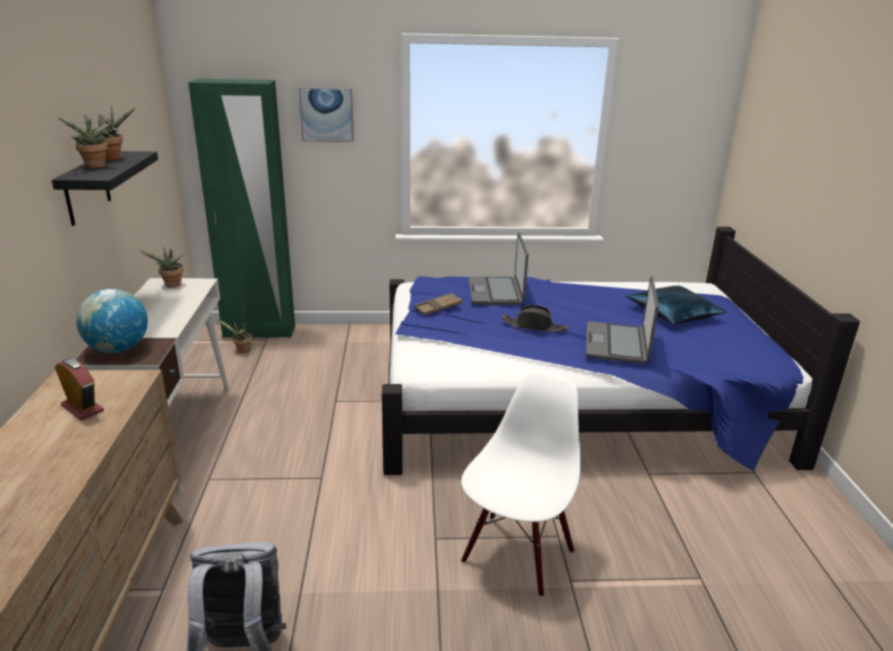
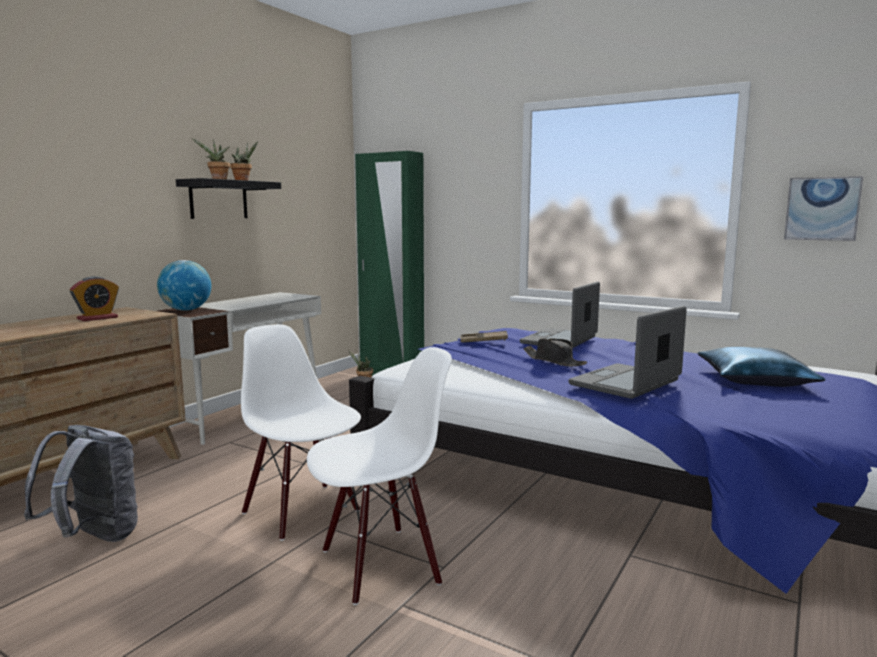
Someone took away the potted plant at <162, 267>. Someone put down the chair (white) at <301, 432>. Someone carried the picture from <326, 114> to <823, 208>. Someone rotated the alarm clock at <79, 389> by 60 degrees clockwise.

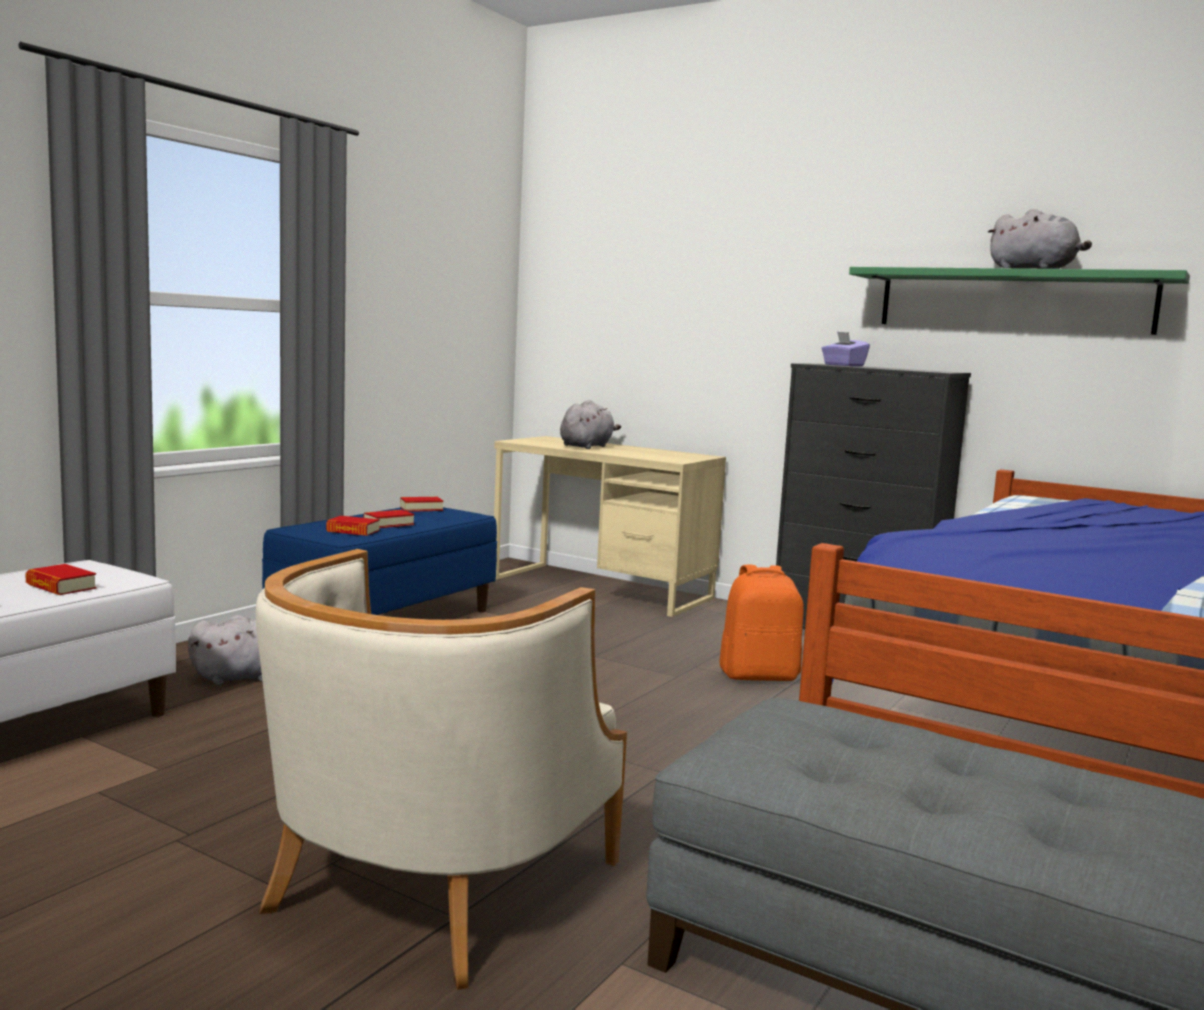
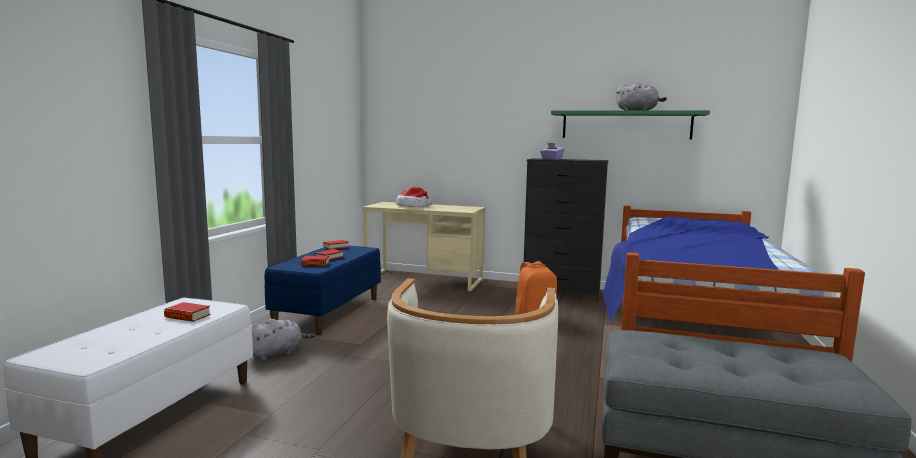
Someone swapped the plush toy (grey) at <590, 424> for the hat at <414, 197>.

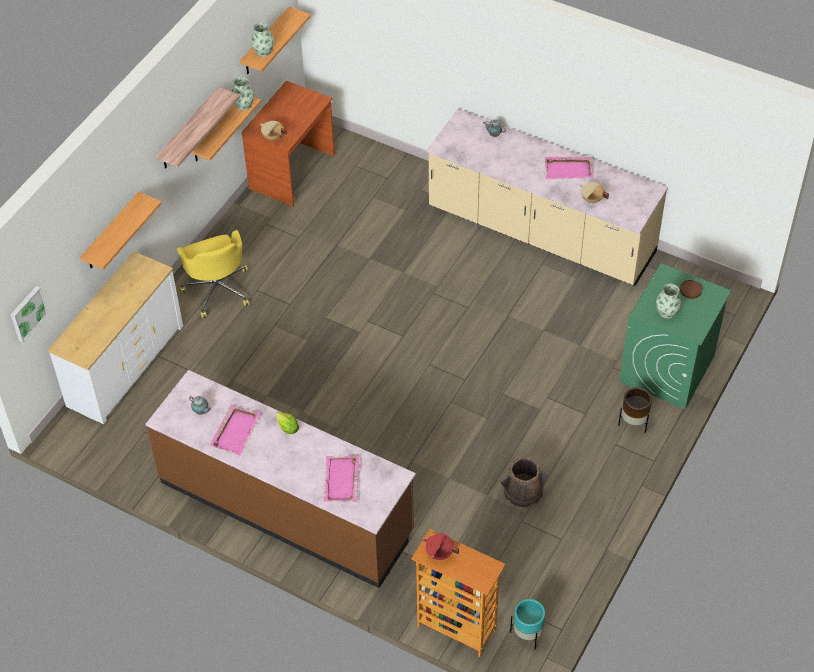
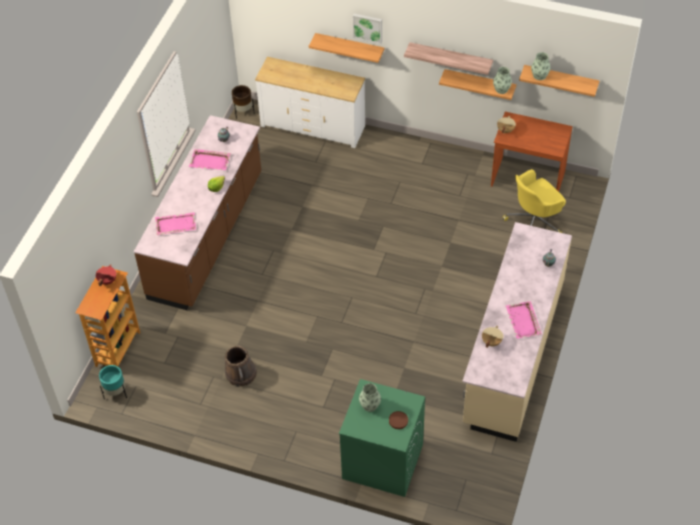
Someone carried the picture from <29, 314> to <367, 29>. Someone carried the office chair (yellow) from <212, 274> to <534, 201>. Someone carried the planter (brown) from <635, 410> to <243, 102>.

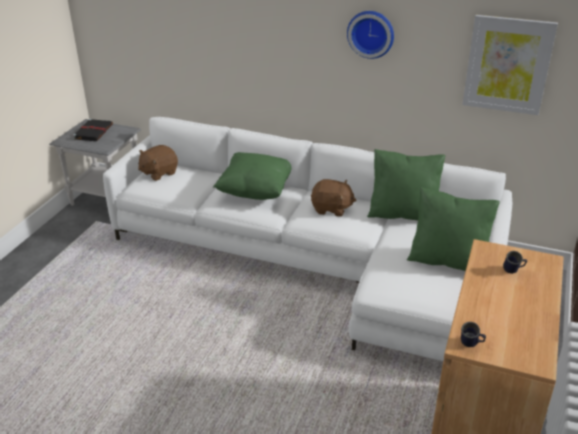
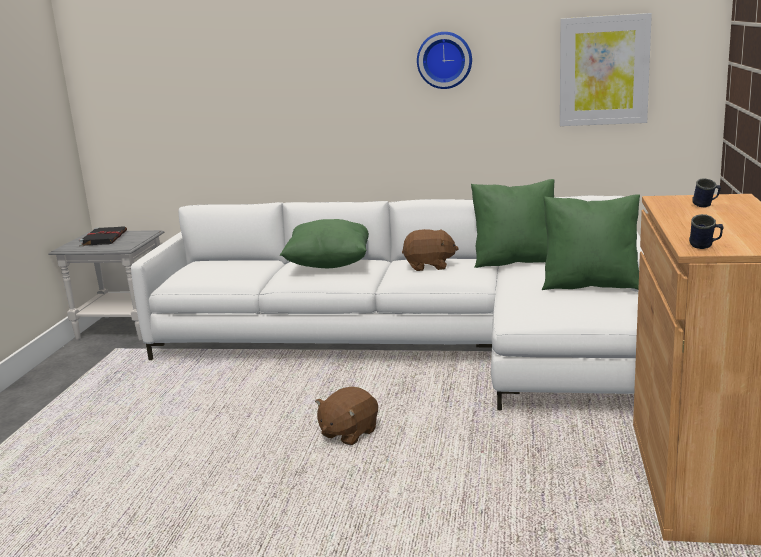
Someone carried the plush toy (brown) from <158, 163> to <346, 416>.

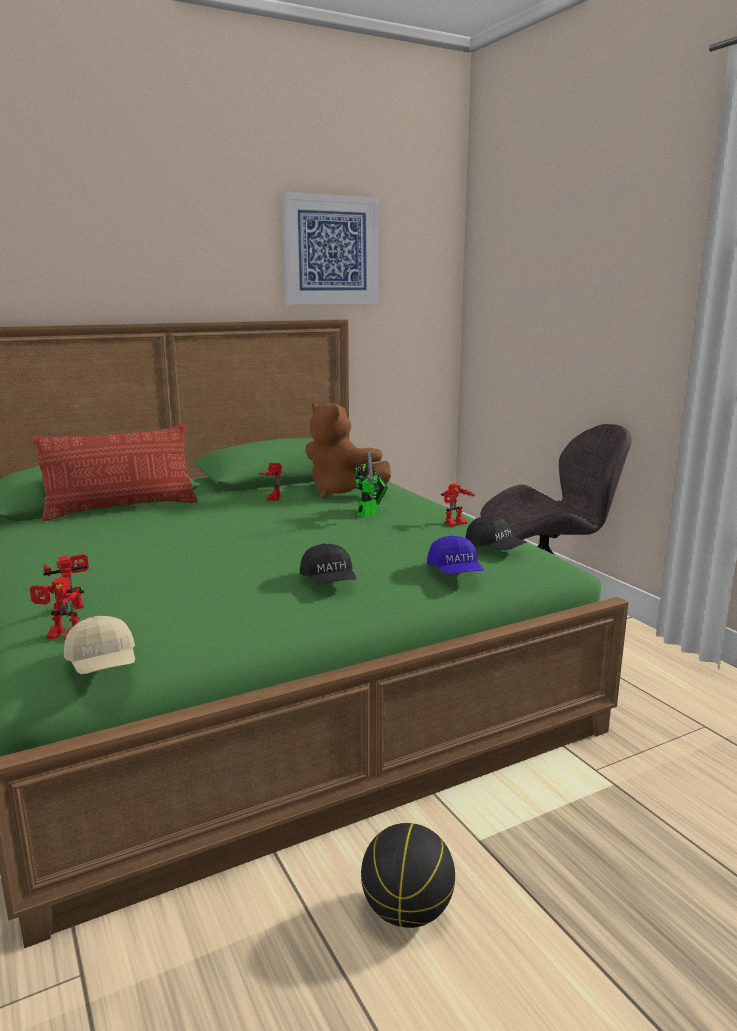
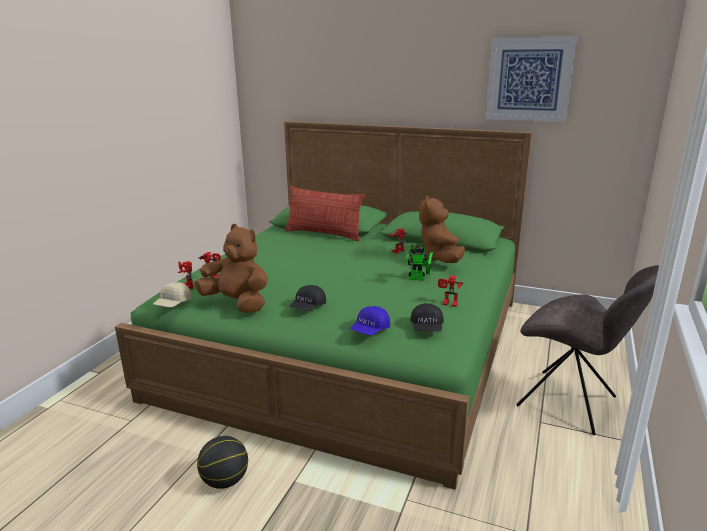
Someone put down the plush toy (brown) at <231, 268>.

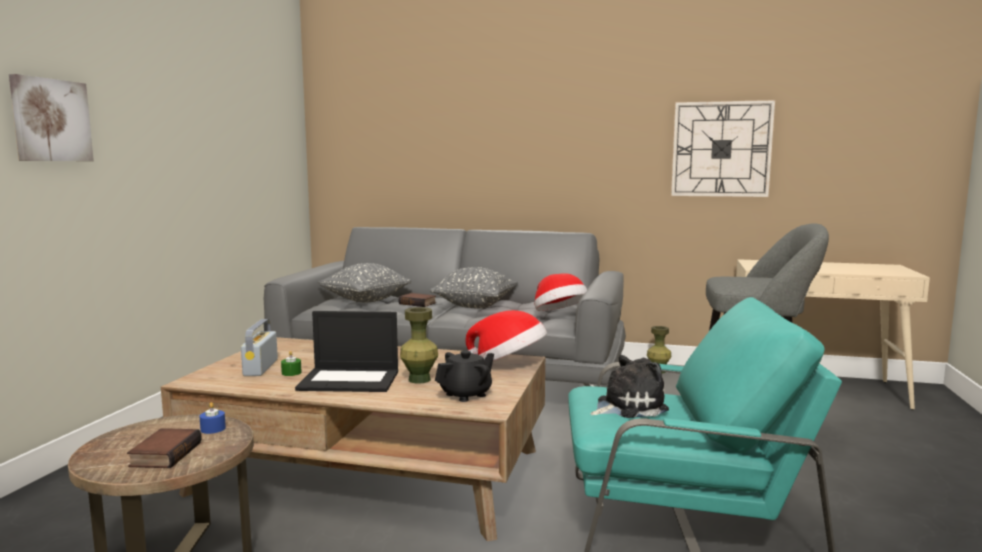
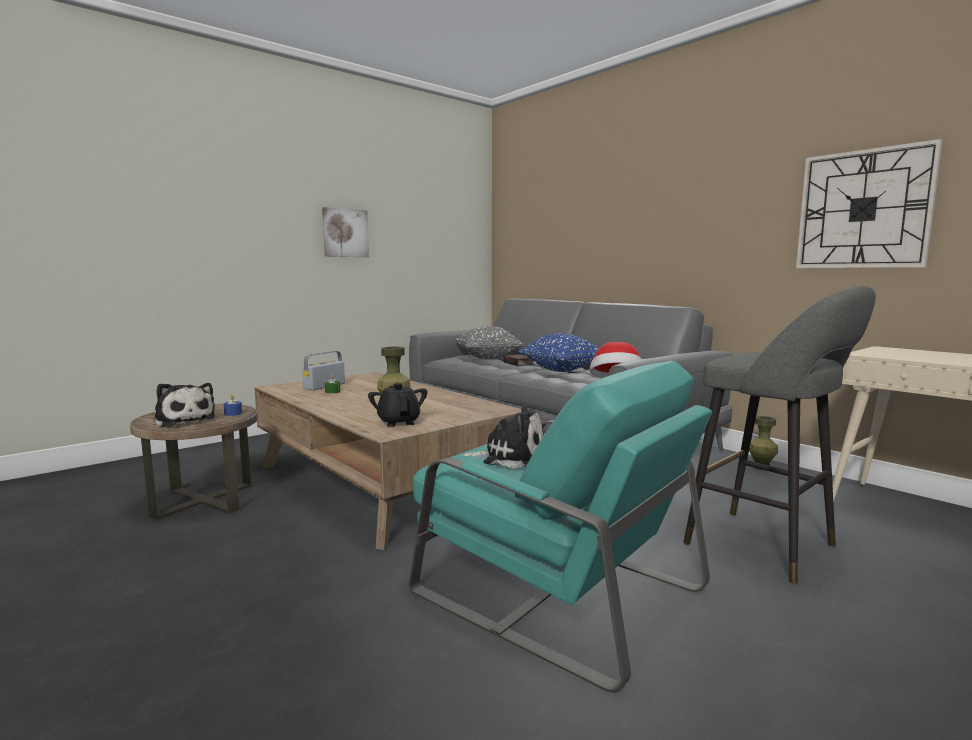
Someone took away the laptop at <346, 351>. Someone took away the hat at <506, 335>. Someone carried the picture from <51, 117> to <345, 232>. Someone swapped the book at <164, 448> for the plush toy at <184, 405>. Someone repainted the pillow (grey) at <474, 287>, which became the pillow (blue) at <558, 353>. Someone rotated the teapot (black) at <464, 376> by 105 degrees counterclockwise.

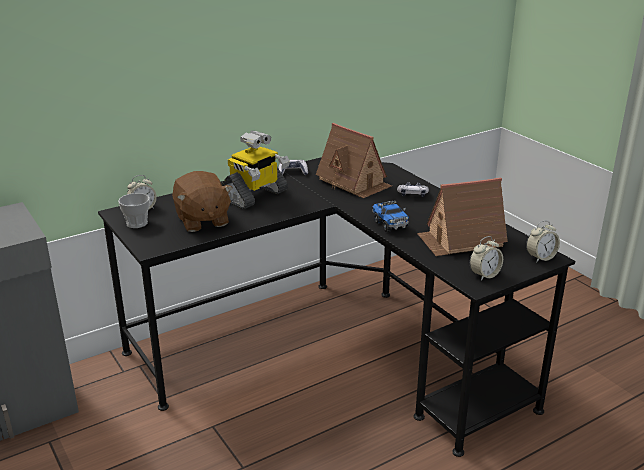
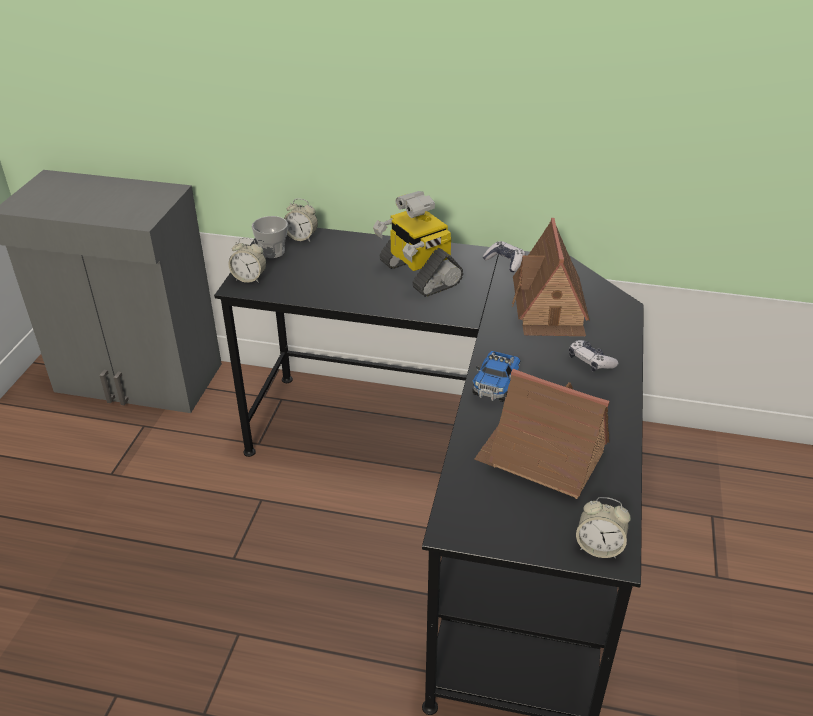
Someone took away the plush toy (brown) at <202, 201>. Someone carried the alarm clock from <486, 258> to <247, 260>. Someone rotated the toy robot at <256, 170> by 60 degrees clockwise.

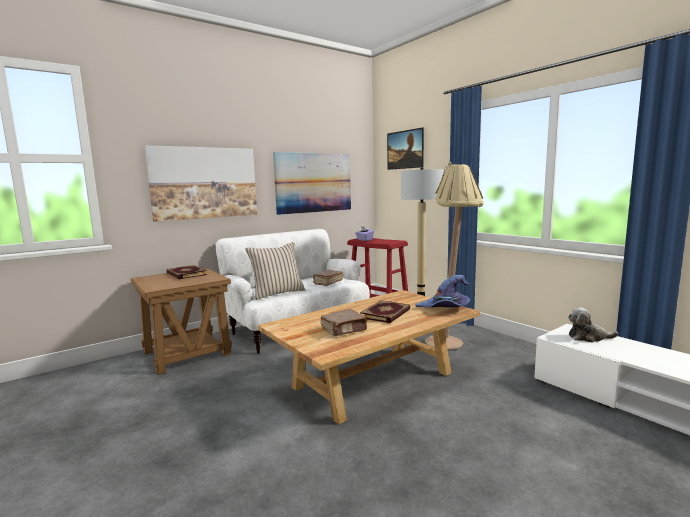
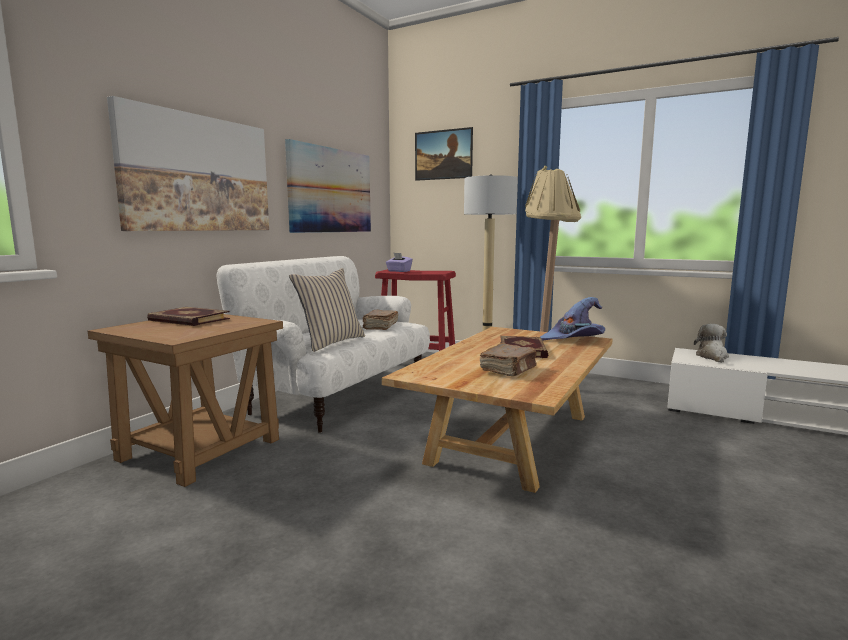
Someone rotated the plush toy at <593, 324> by 120 degrees clockwise.

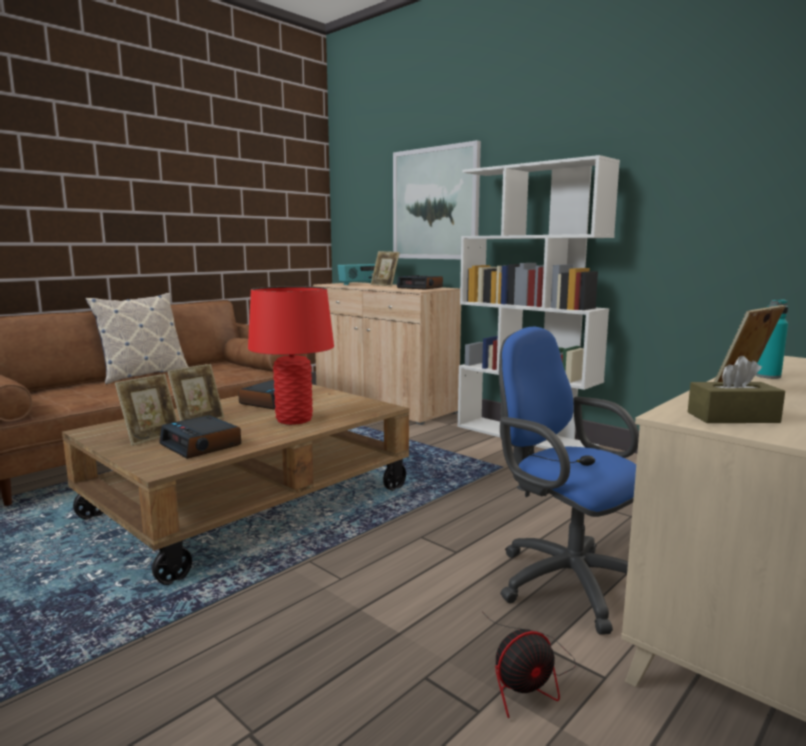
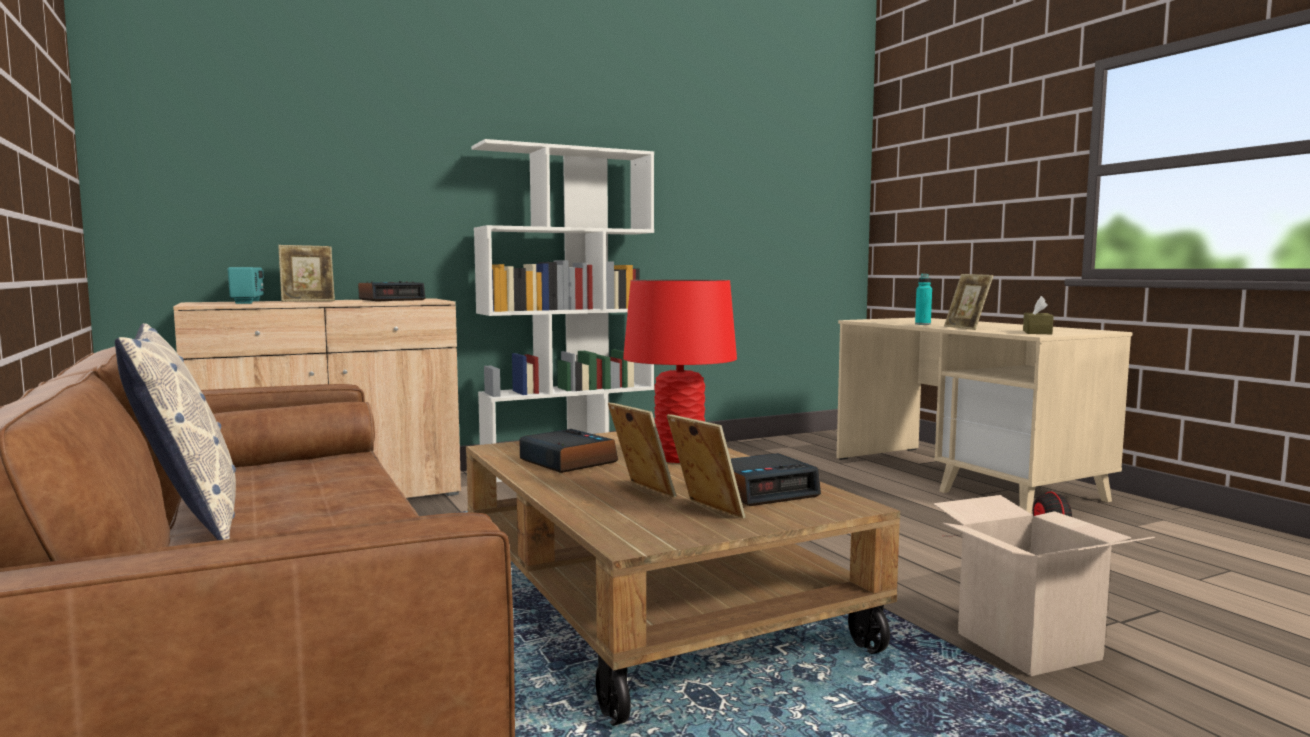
Someone took away the picture at <437, 199>. Someone took away the office chair (blue) at <569, 481>. Someone put down the cardboard box at <1044, 585>.

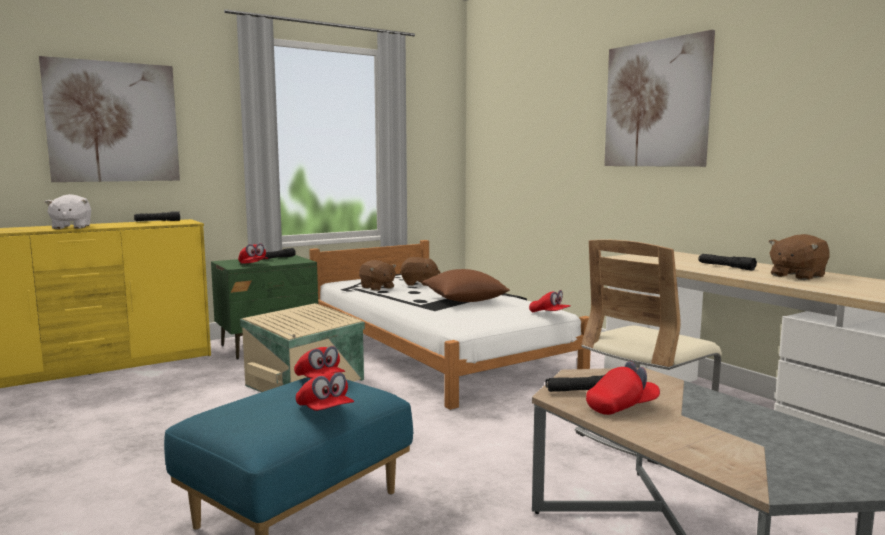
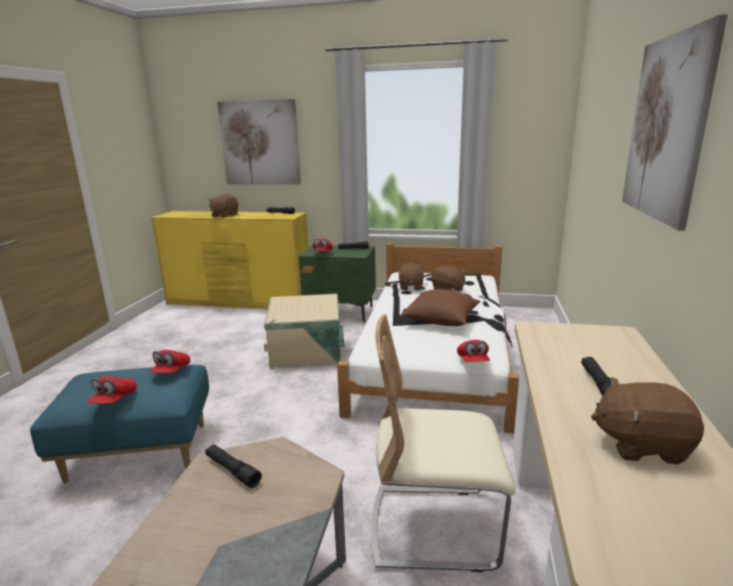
Someone took away the cap (red) at <623, 388>. Someone repainted the plush toy (white) at <68, 211>, which became the plush toy (brown) at <223, 206>.

